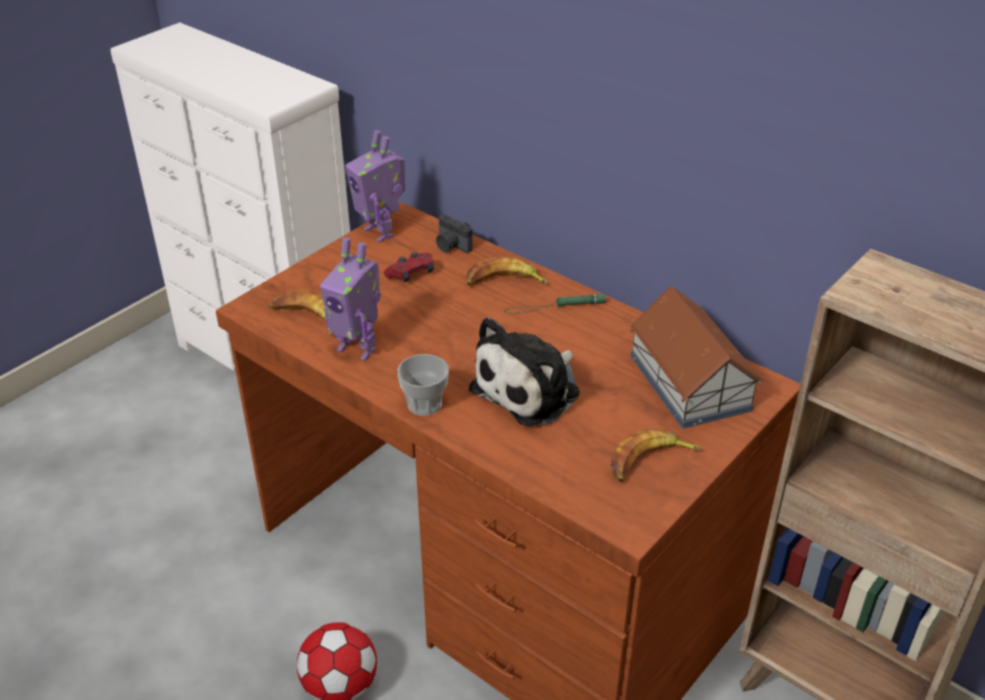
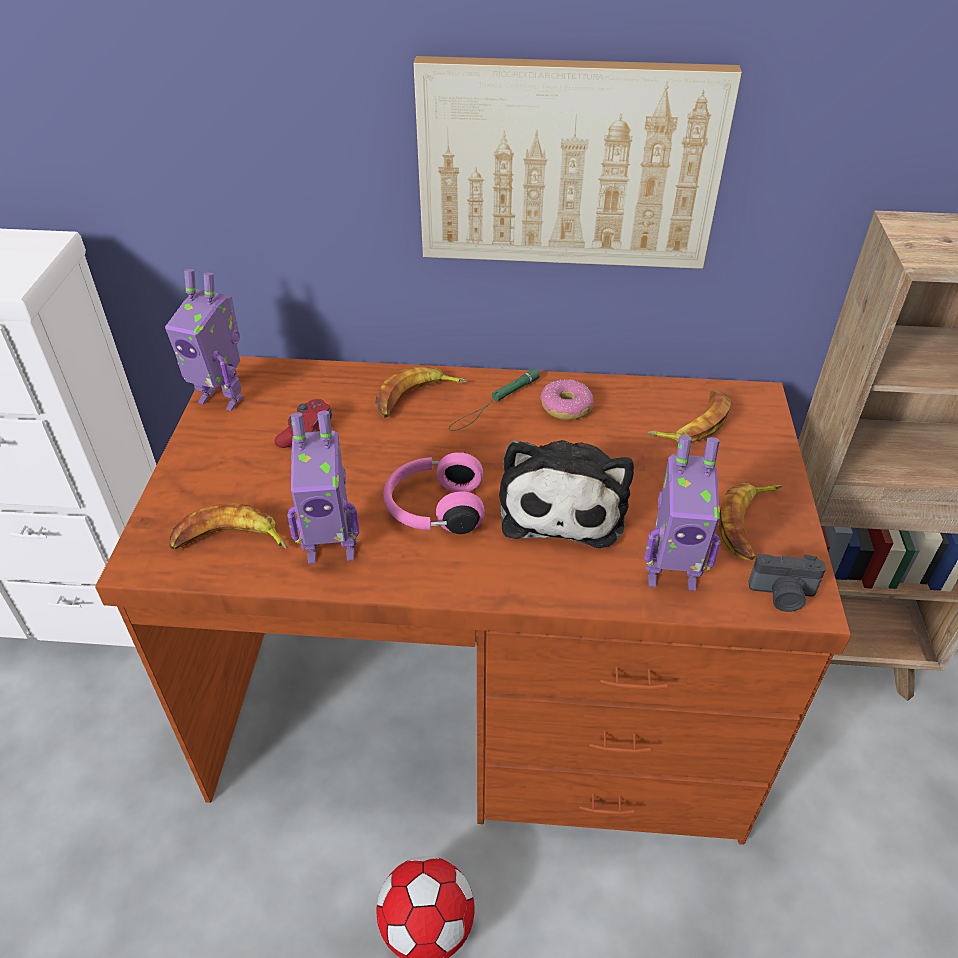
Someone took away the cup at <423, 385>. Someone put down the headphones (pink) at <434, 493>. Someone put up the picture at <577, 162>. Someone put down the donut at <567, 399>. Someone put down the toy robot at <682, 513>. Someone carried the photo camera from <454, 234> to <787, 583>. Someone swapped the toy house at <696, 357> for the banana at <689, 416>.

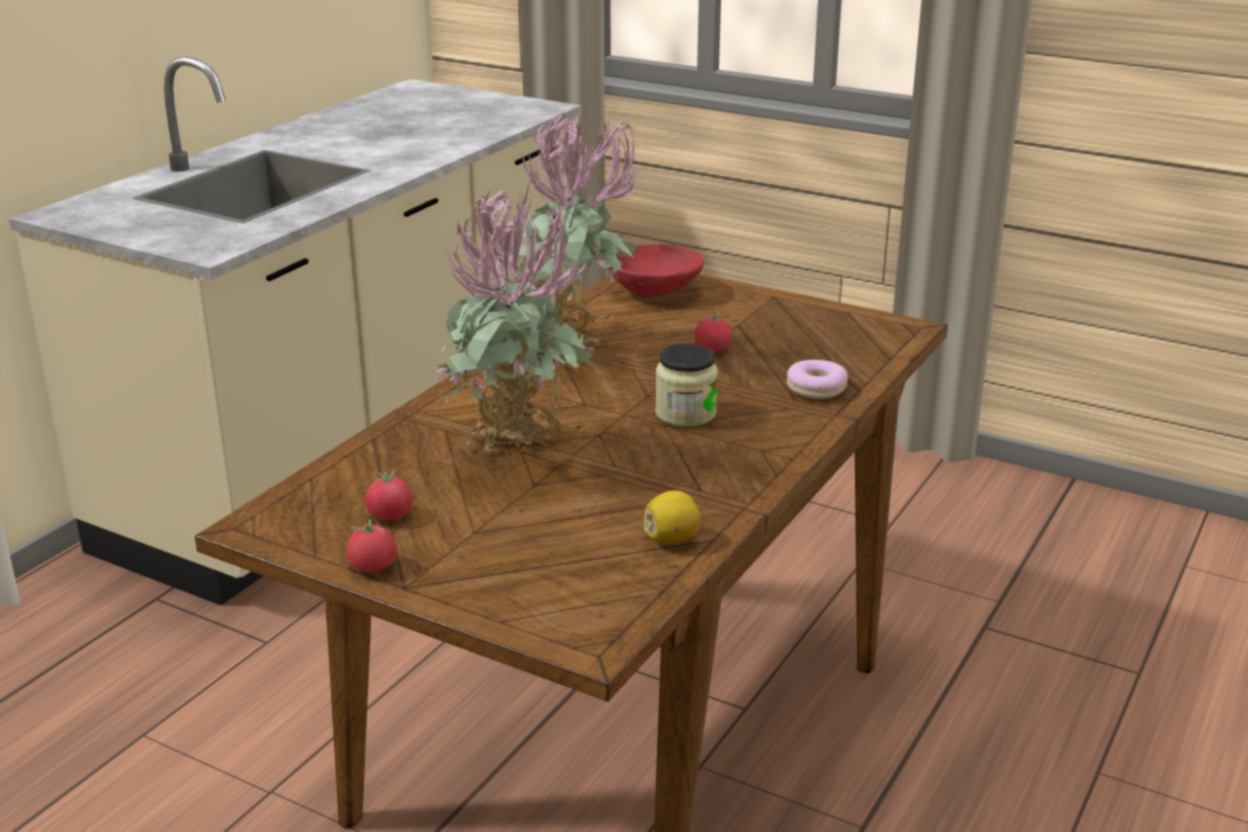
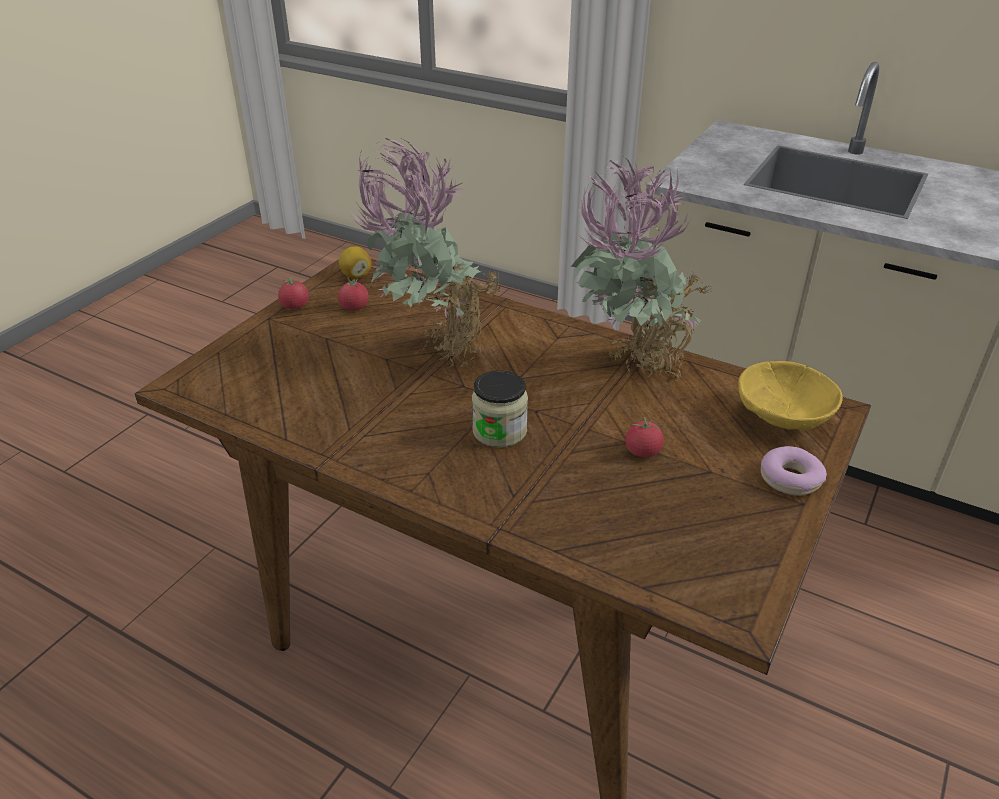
Someone carried the lemon from <672, 517> to <355, 262>. Someone carried the donut from <817, 379> to <794, 471>. Someone repainted the bowl (red) at <656, 270>, which became the bowl (yellow) at <790, 396>.

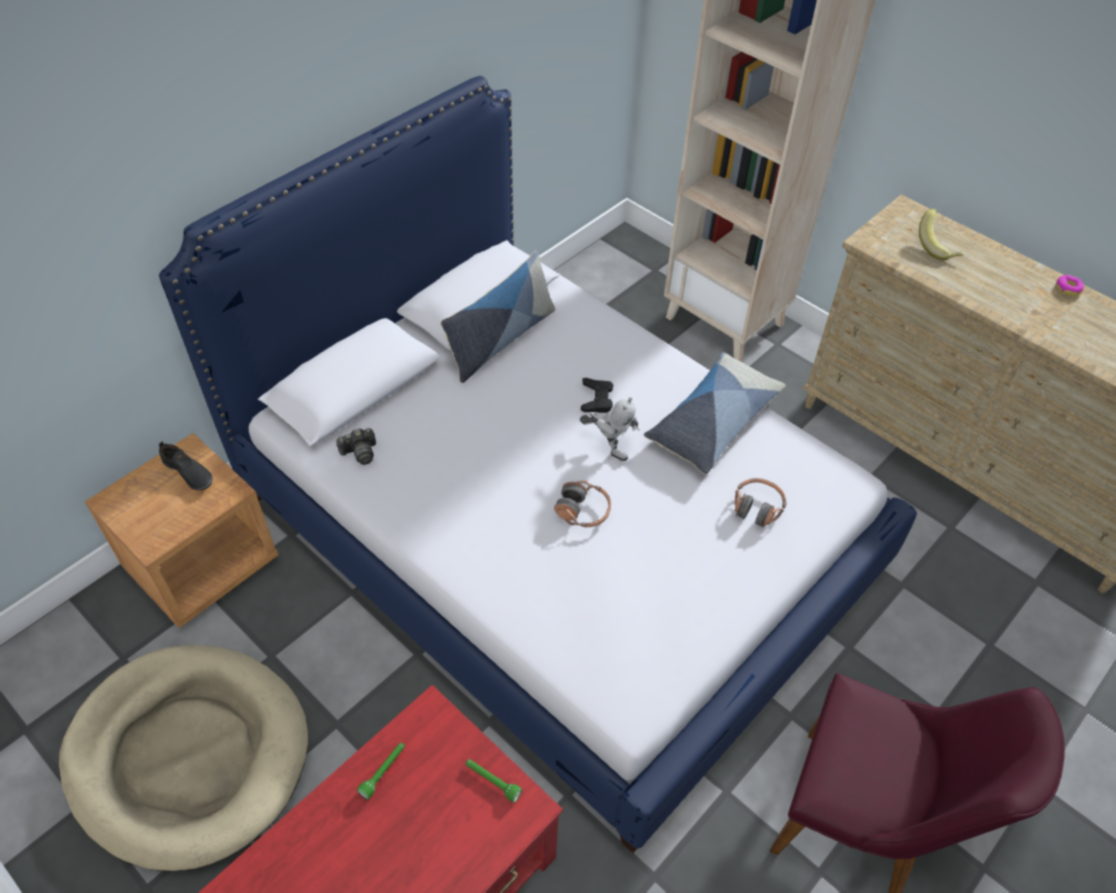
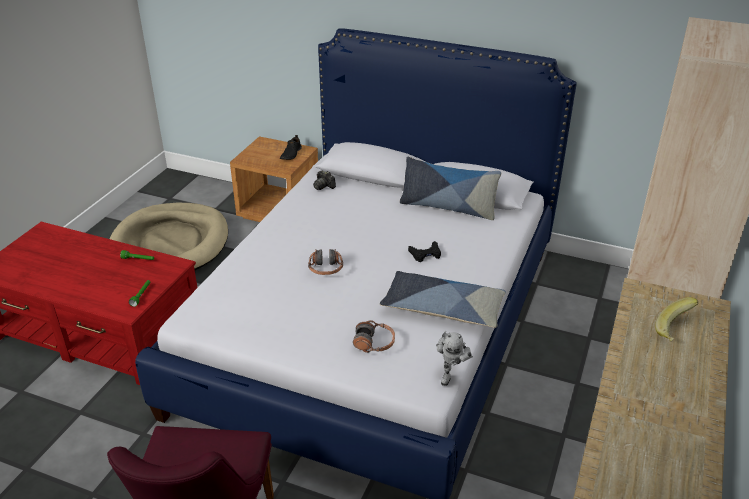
Someone took away the donut at <1070, 285>. Someone carried the toy robot from <610, 429> to <454, 358>.

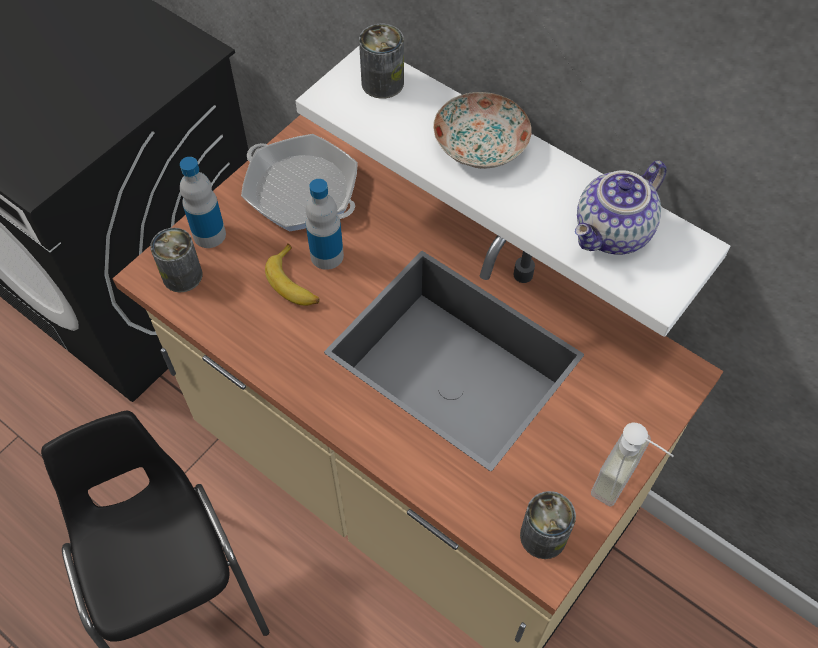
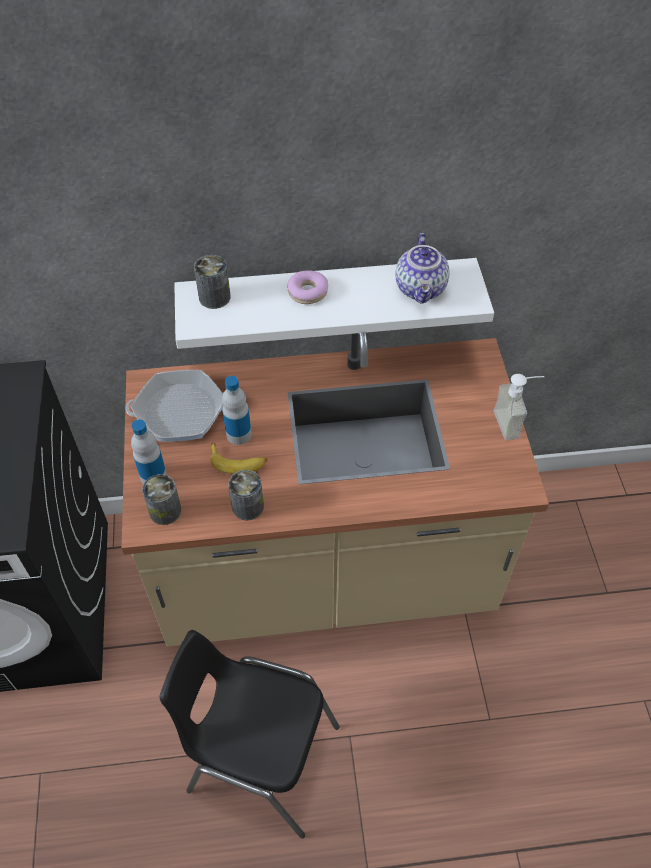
Someone carried the can from <548, 525> to <246, 495>. Someone swapped the plate at <482, 130> for the donut at <307, 287>.

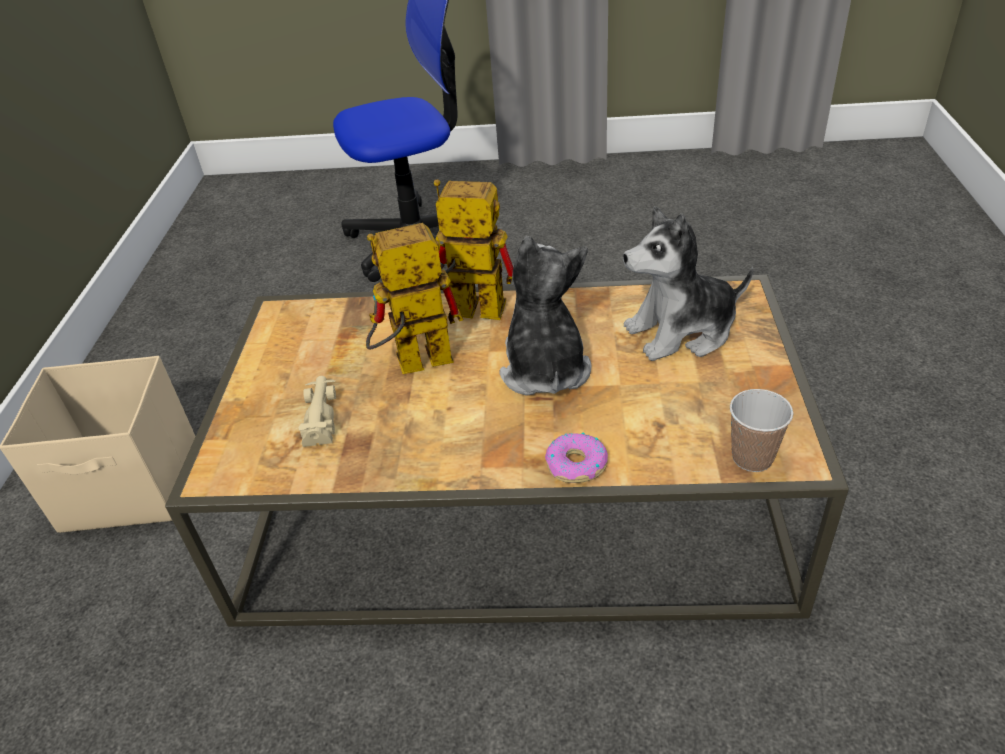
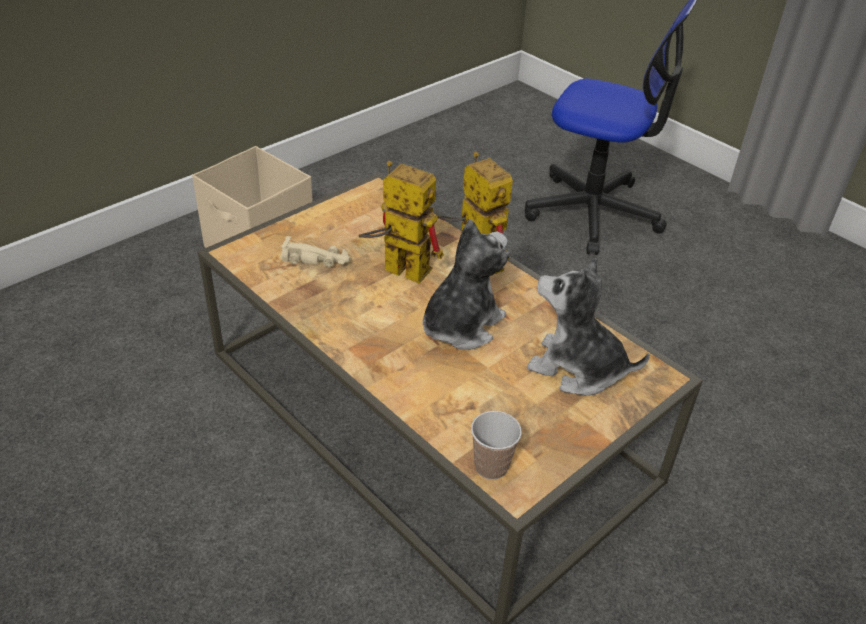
Someone took away the donut at <576, 457>. Someone rotated the toy car (beige) at <317, 411> by 60 degrees clockwise.

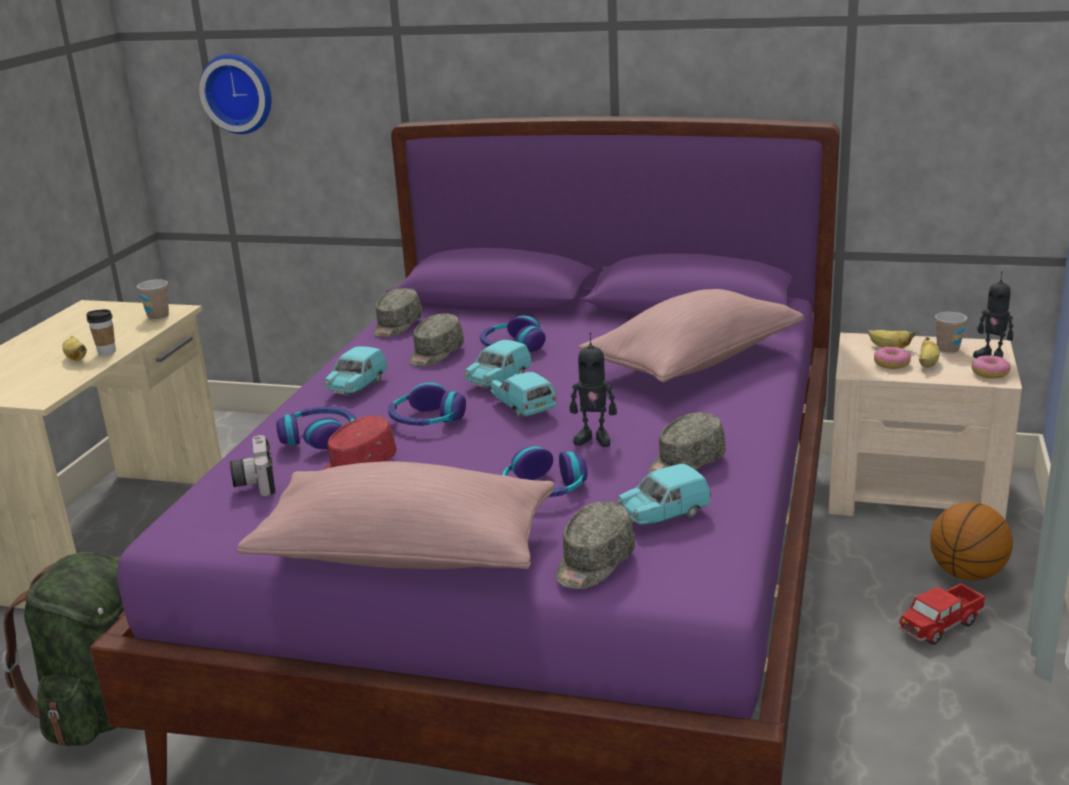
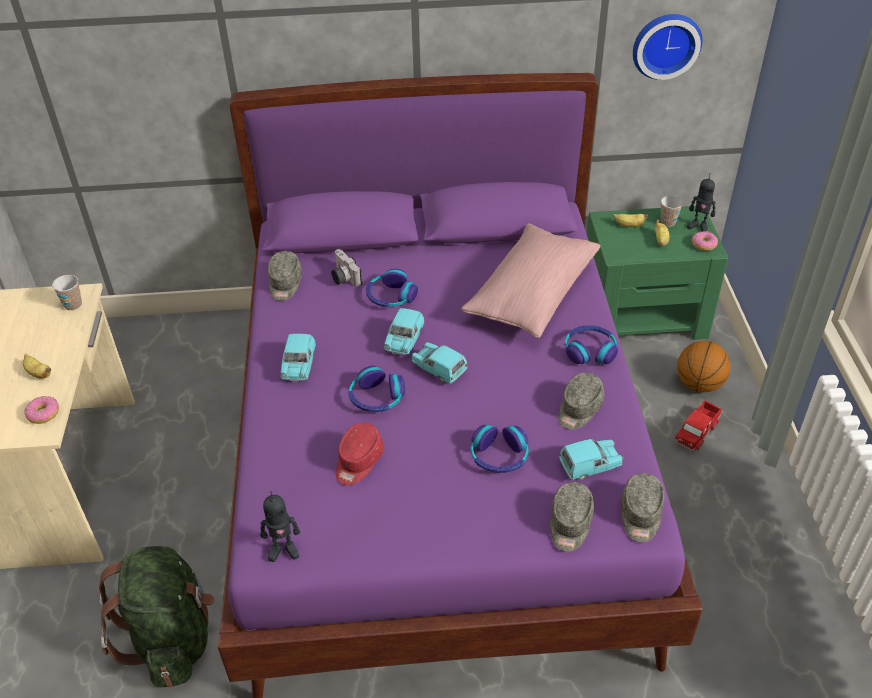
Someone took away the cup at <101, 332>. Someone took away the pillow (pink) at <396, 515>. Someone carried the wall clock from <235, 94> to <667, 47>. Someone carried the photo camera from <252, 465> to <346, 268>. Someone carried the headphones from <316, 428> to <591, 344>. Someone carried the cap (grey) from <436, 340> to <643, 507>. Someone carried the toy robot from <593, 389> to <280, 526>. Someone carried the donut from <892, 358> to <41, 410>. Someone repainted the nightstand (beige) at <925, 426>, which became the nightstand (green) at <657, 273>. Someone rotated the toy car (turquoise) at <664, 494> by 150 degrees counterclockwise.

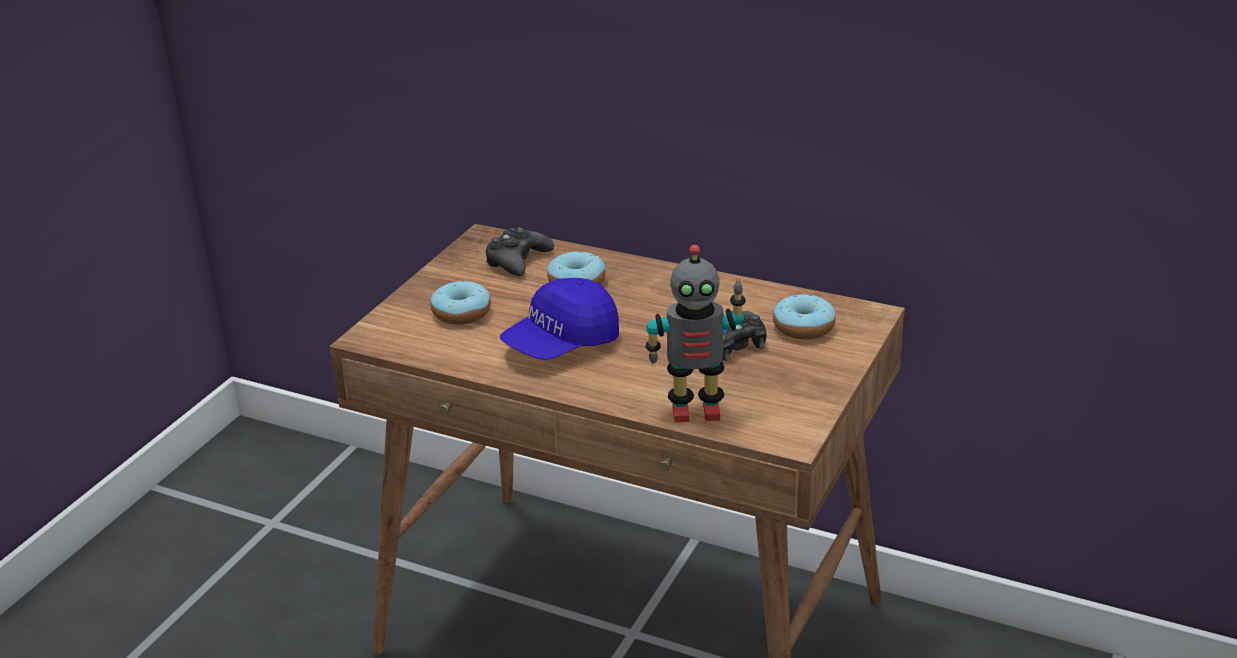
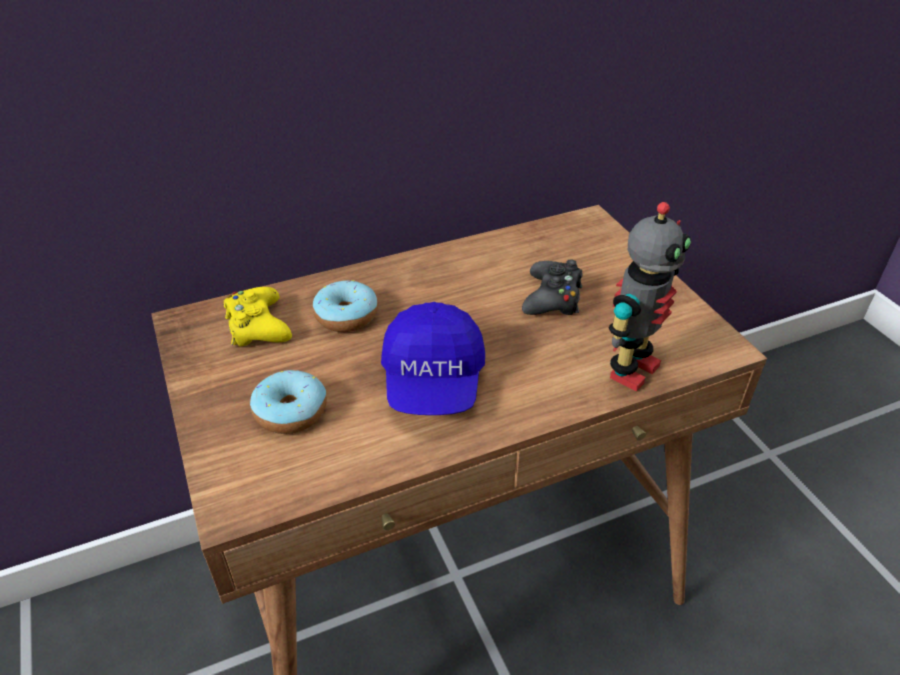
Someone took away the donut at <804, 317>. Someone repainted the game controller (black) at <520, 251>, which became the game controller (yellow) at <258, 316>.

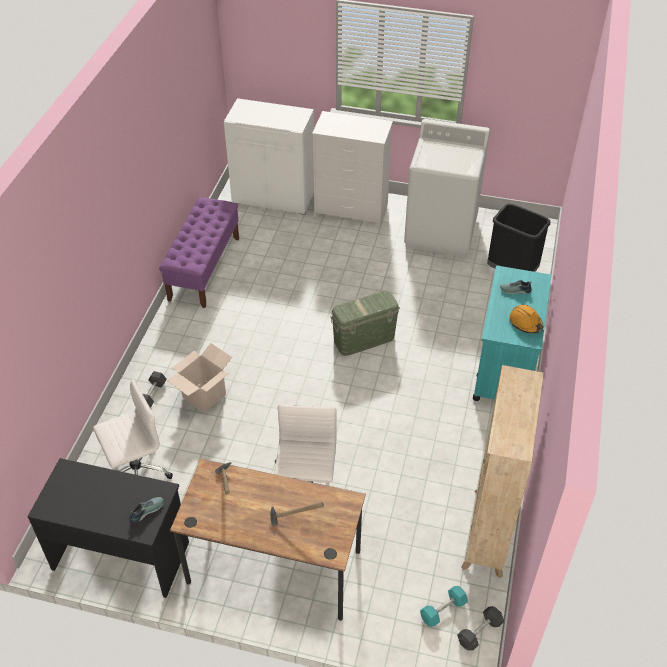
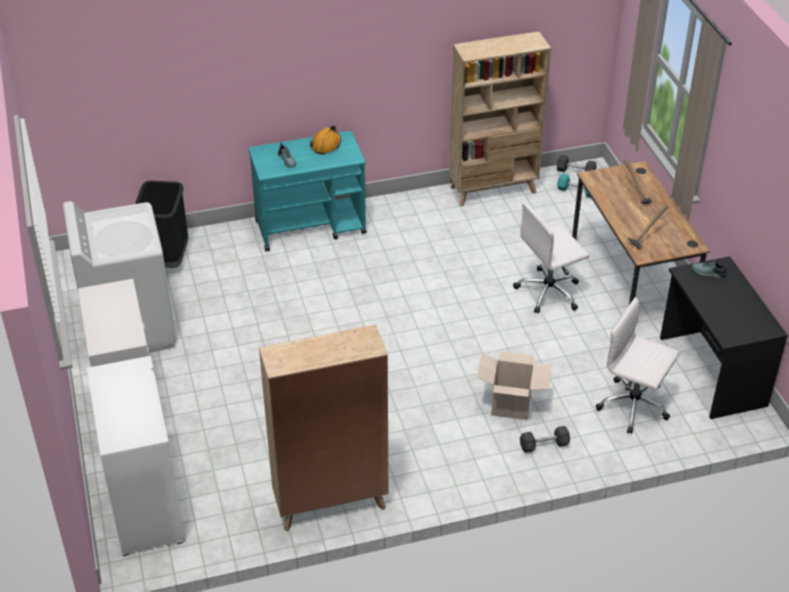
Someone took away the storage box (green) at <365, 323>. Someone swapped the bench (purple) at <199, 252> for the bookcase (beige) at <323, 428>.

